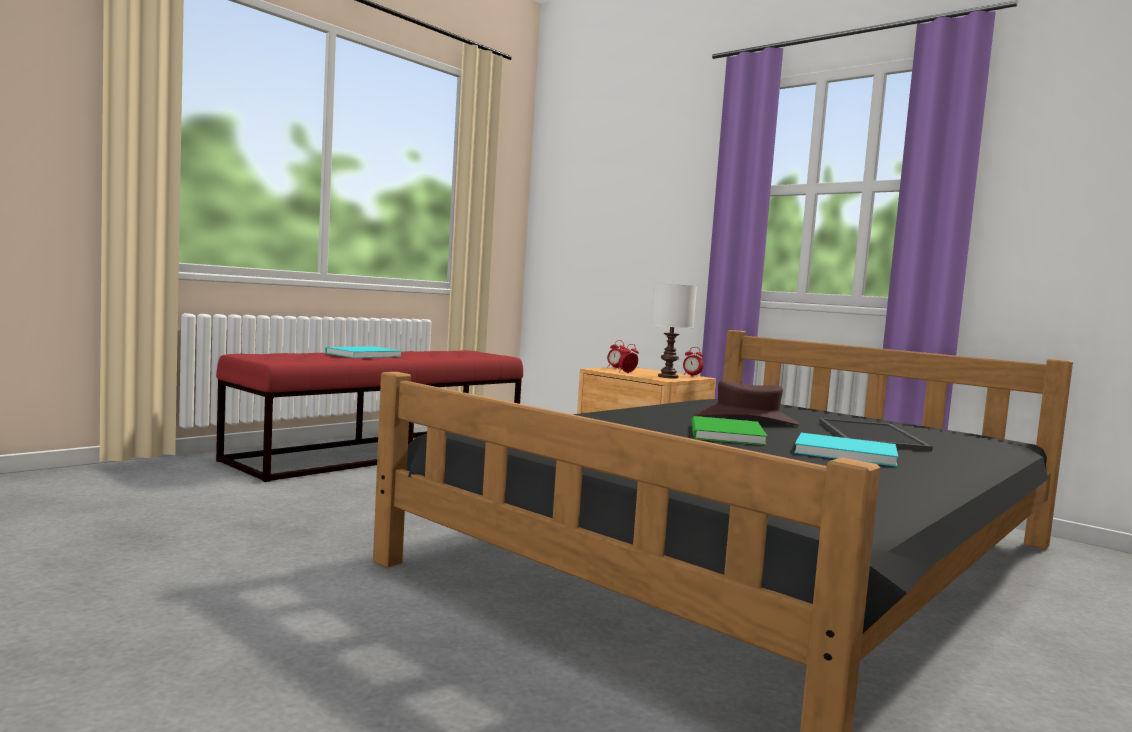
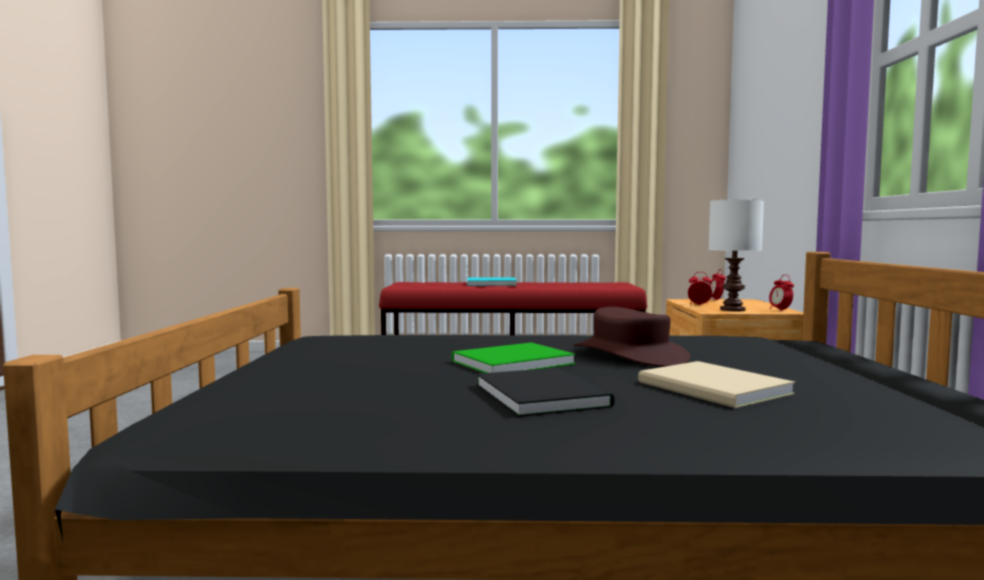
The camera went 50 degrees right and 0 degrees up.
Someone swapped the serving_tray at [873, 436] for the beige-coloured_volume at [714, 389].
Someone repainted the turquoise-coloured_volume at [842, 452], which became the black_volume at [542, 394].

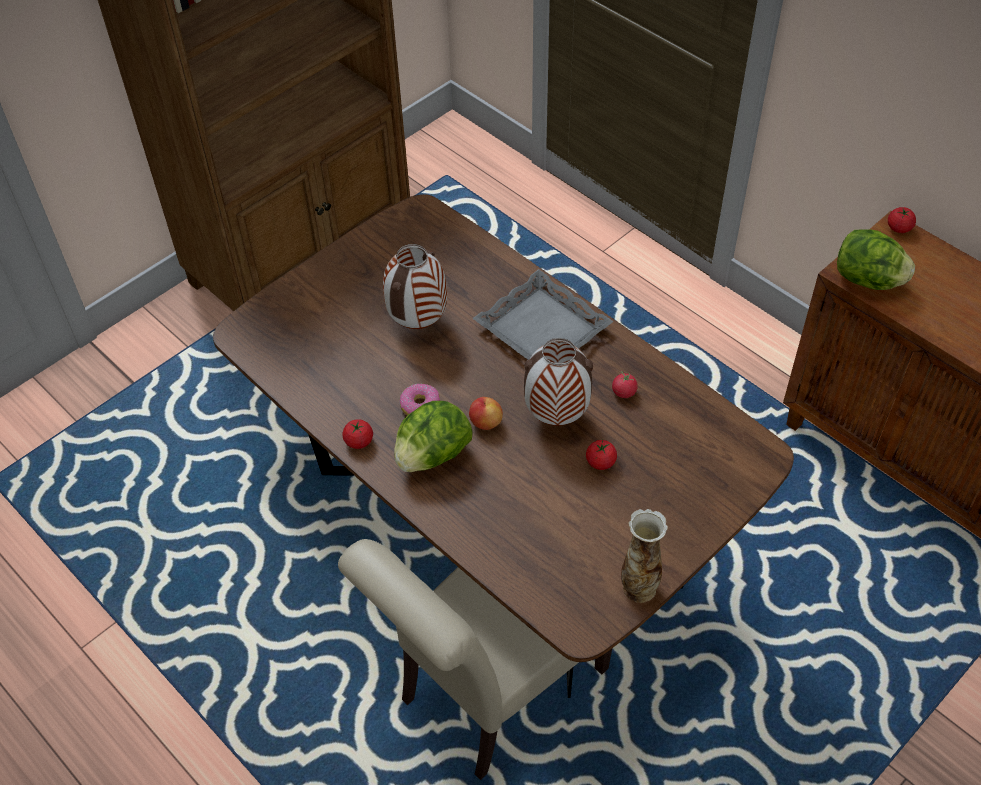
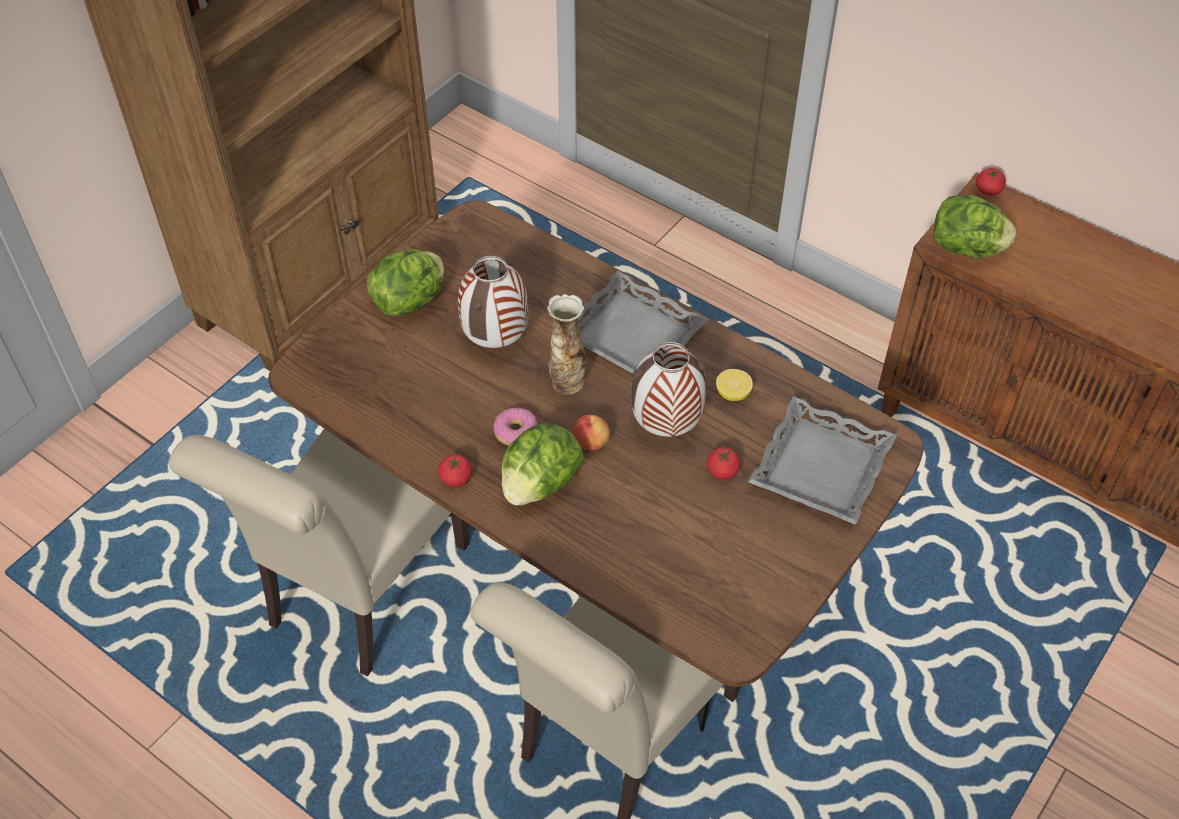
The camera went 10 degrees left and 0 degrees up.
Someone swapped the tomato at [624, 392] for the lemon at [733, 393].
Someone carried the vase from [639, 586] to [567, 381].
Someone put down the lettuce_head at [410, 301].
Someone put down the greyish_serving_tray at [820, 467].
Someone put down the beige-coloured_chair at [360, 594].

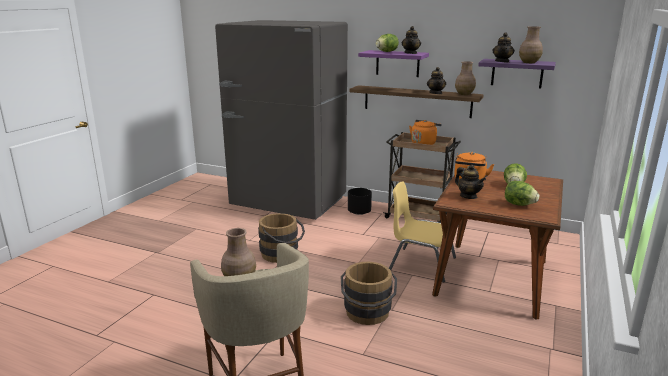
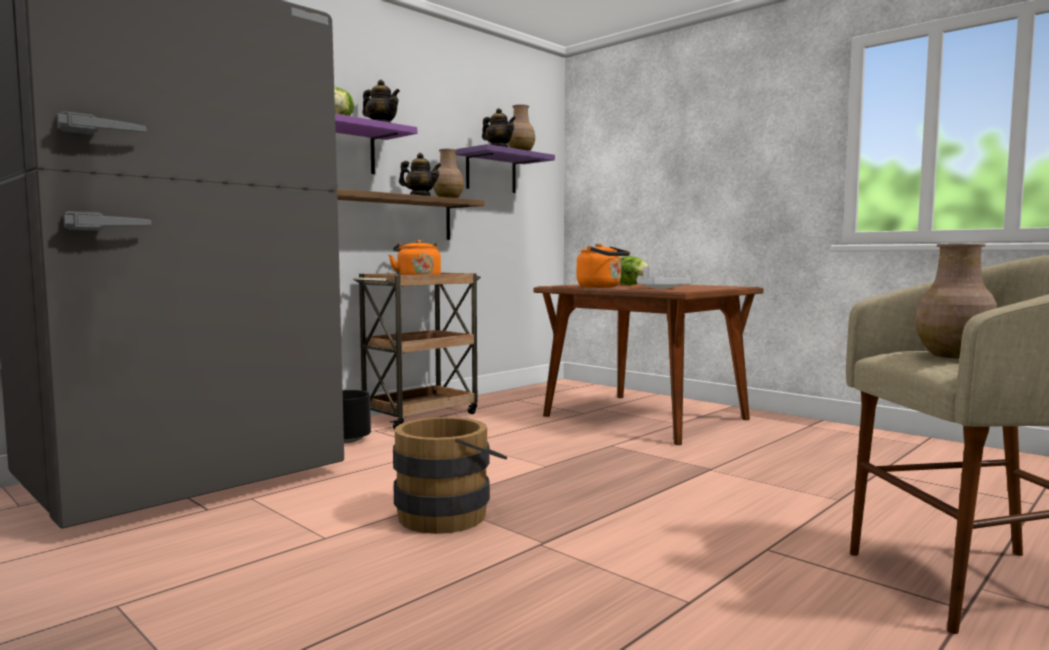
The camera went 70 degrees left and 15 degrees down.
Someone swapped the tea_pot at [468, 196] for the greyish_serving_tray at [659, 289].
Someone took away the yellowish_chair at [421, 263].
Someone took away the lettuce_head at [519, 204].
Someone took away the brownish_water_bucket at [367, 314].

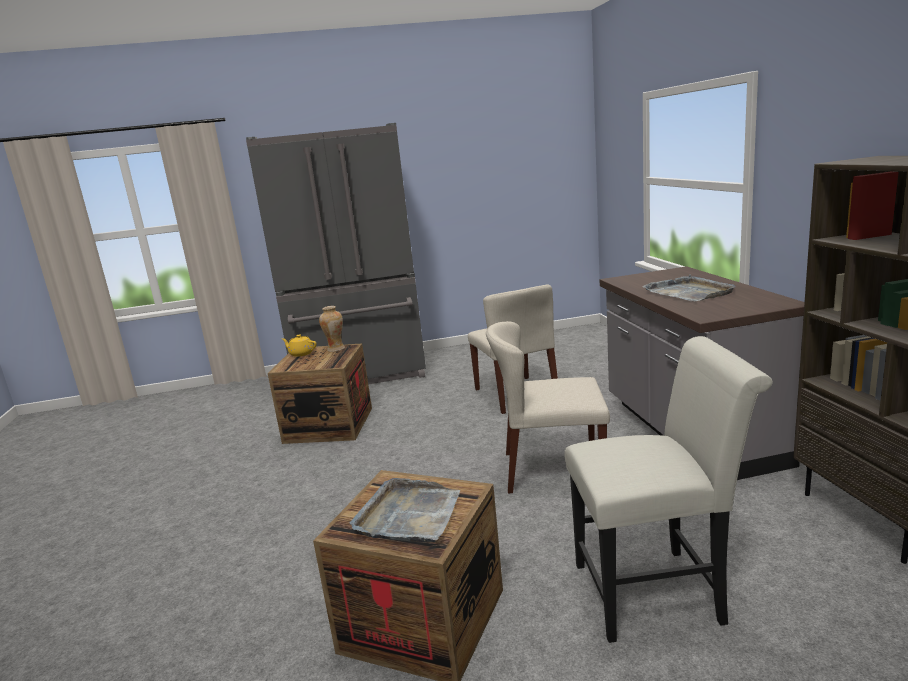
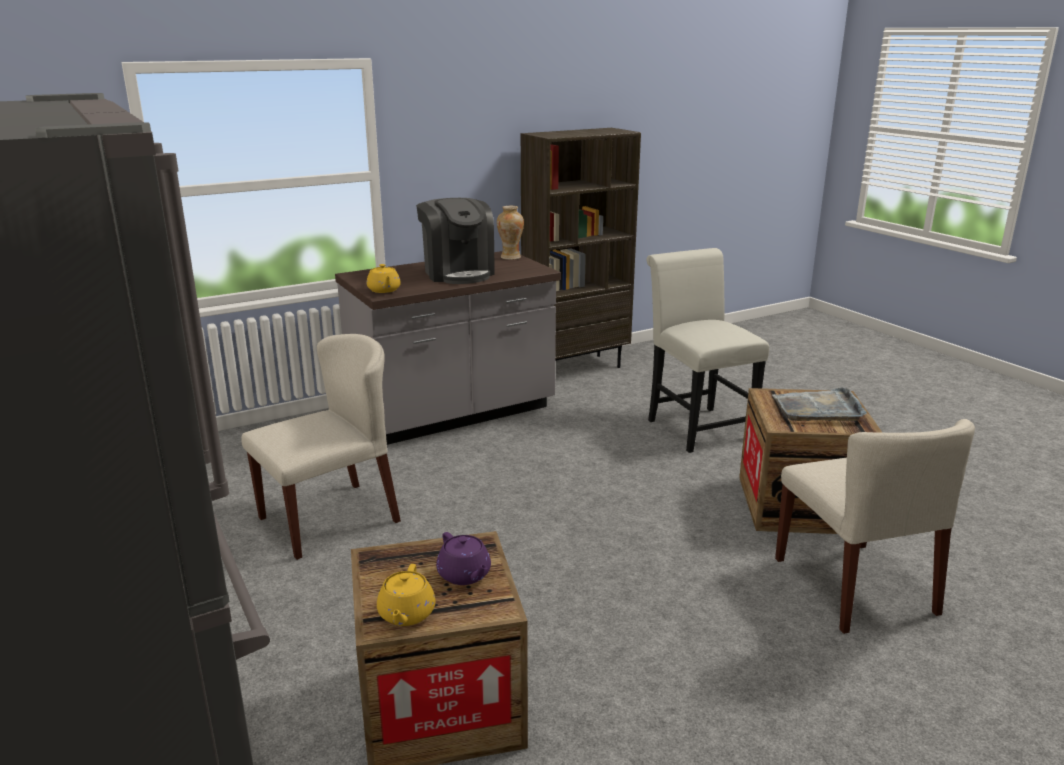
The camera went 110 degrees left and 5 degrees up.
Someone swapped the greyish_serving_tray at [689, 292] for the coffee_machine at [458, 273].
Someone carried the vase from [335, 349] to [510, 257].
Someone carried the beige-coloured_chair from [552, 469] to [855, 586].
Someone put down the yellowish_tea_pot at [384, 290].
Someone put down the purple_tea_pot at [464, 575].

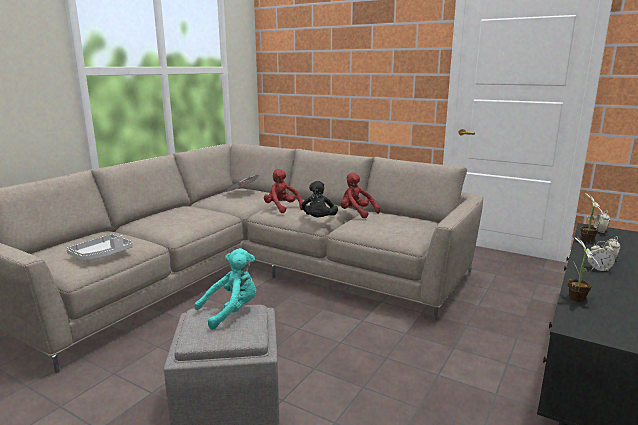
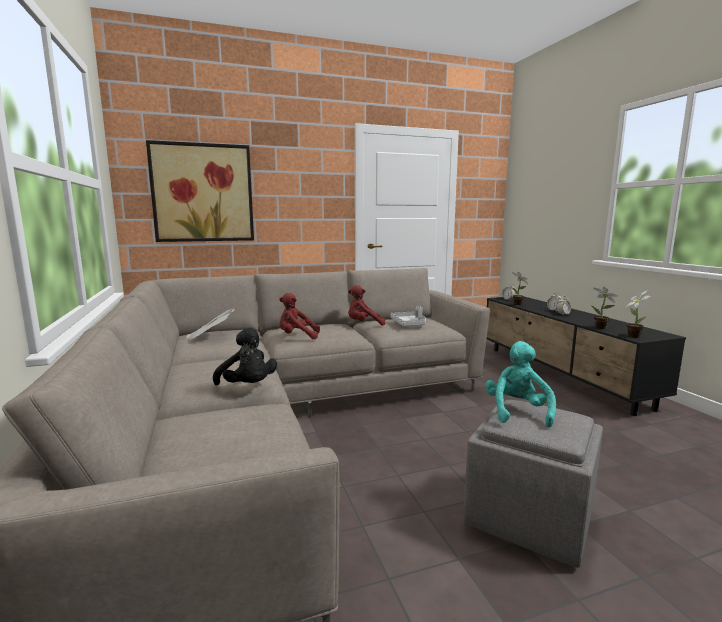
The camera went 50 degrees left and 5 degrees down.
Someone carried the black_plush_toy from [319, 220] to [248, 387].
Someone carried the greyish_serving_tray from [101, 254] to [409, 324].
Someone put up the picture at [203, 193].
Someone put down the houseplant at [633, 336].

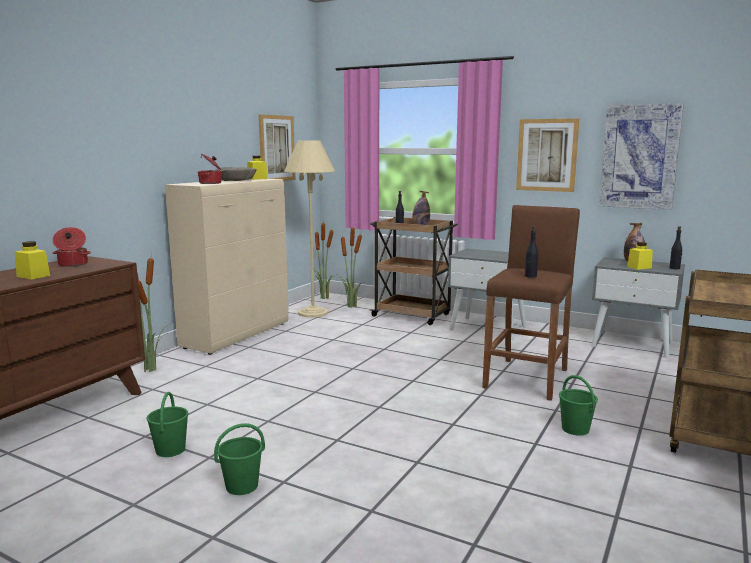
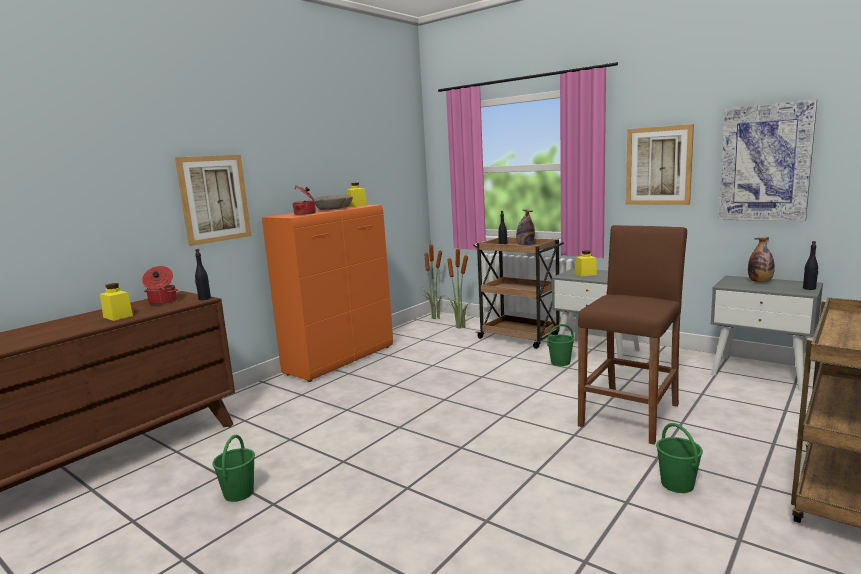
The camera went 10 degrees right and 0 degrees up.
Someone carried the picture from [277, 148] to [214, 199].
Someone took away the beige-coloured_floor_lamp at [313, 313].
Someone repainted the beige-coloured_storage_cabinet at [237, 335], which became the orangey_storage_cabinet at [341, 360].
Someone carried the black_bottle from [530, 276] to [204, 298].
Someone carried the yellowish_preserve_jar from [639, 267] to [586, 274].
Someone took away the houseplant at [152, 369].
Someone carried the green_water_bucket from [242, 486] to [560, 362].

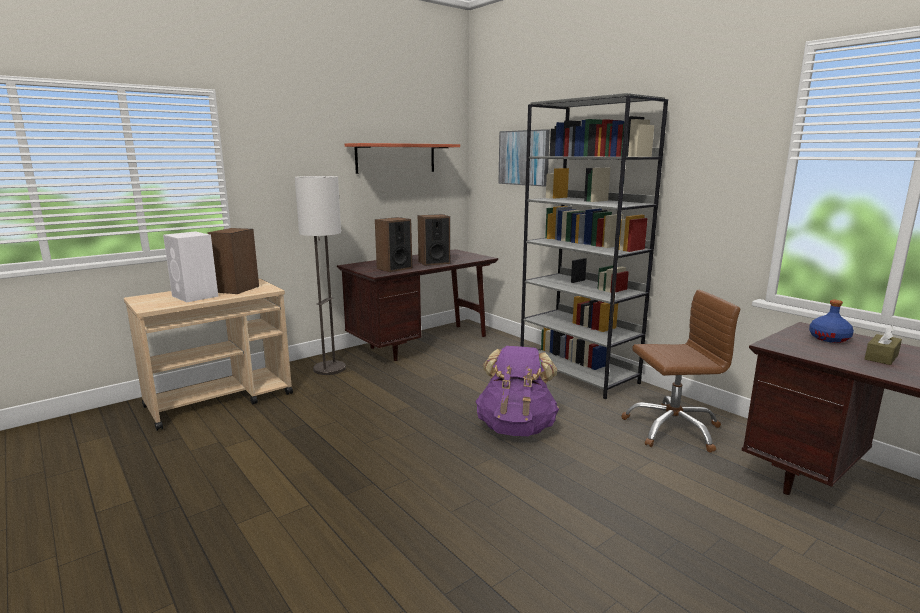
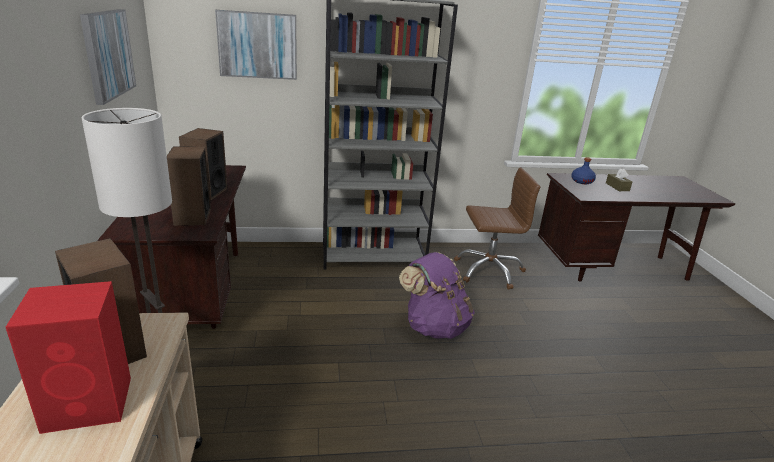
The camera went 60 degrees left and 10 degrees up.
Someone swapped the wall_shelf at [396, 158] for the picture at [108, 54].
Someone repainted the white-coloured_loudspeaker at [195, 296], which became the red_loudspeaker at [90, 403].
Someone rotated the brownish_computer_chair at [672, 429] by 60 degrees clockwise.

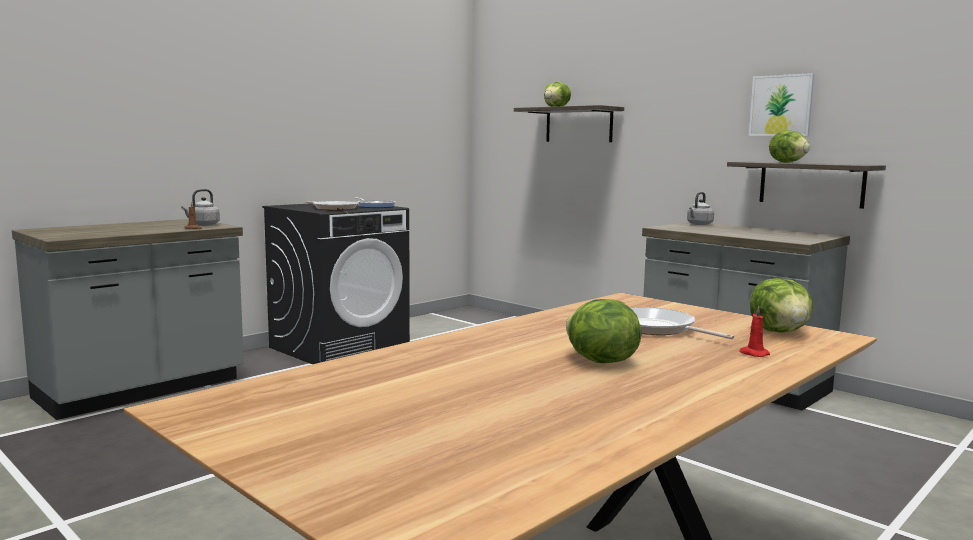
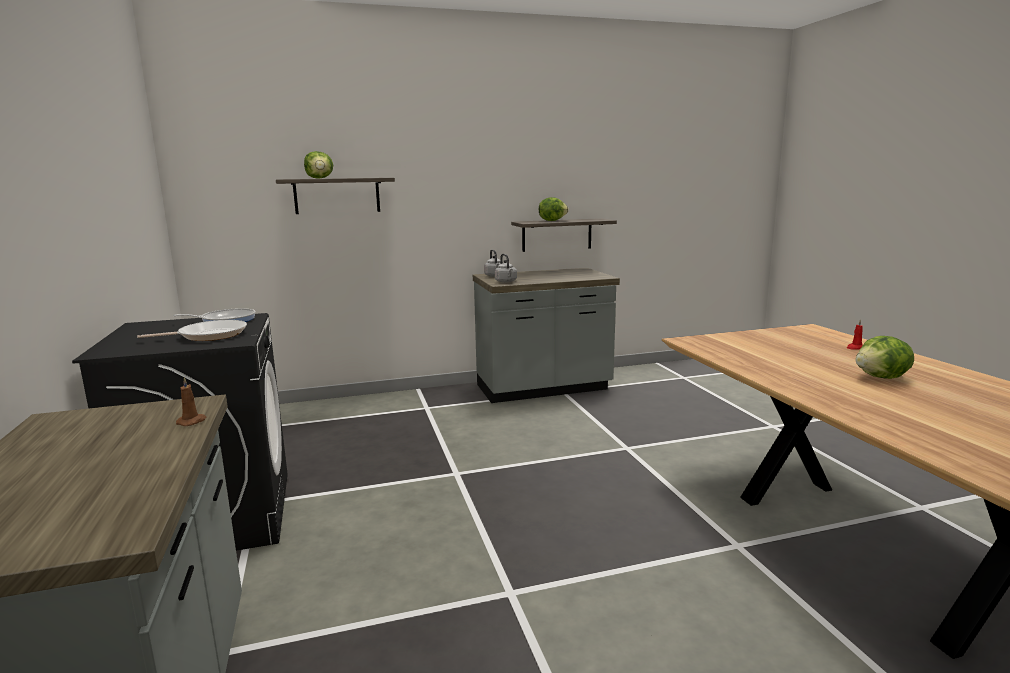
The camera went 60 degrees left and 5 degrees up.
Someone took away the picture at [781, 105].
Someone carried the greyish_kettle from [203, 225] to [506, 281].
Someone took away the lettuce_head at [780, 332].
Someone took away the skillet at [656, 328].

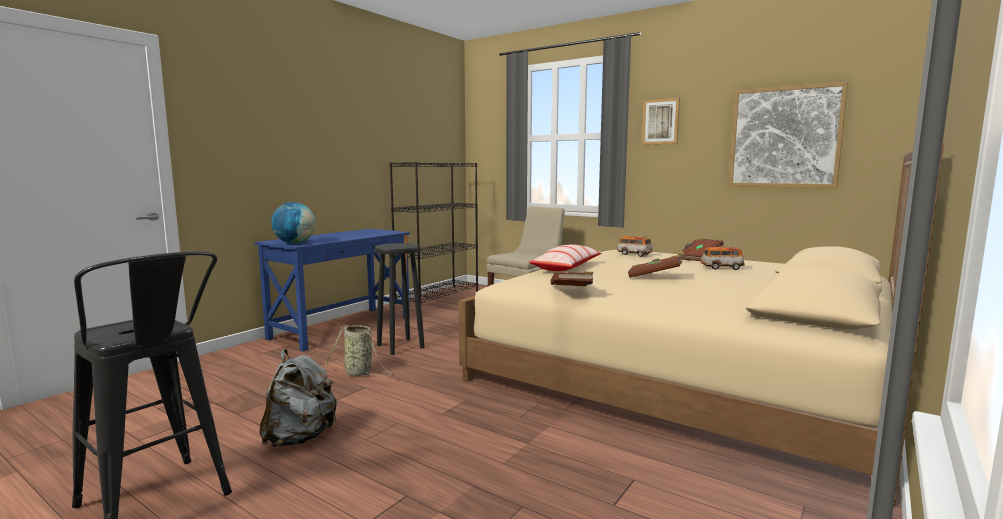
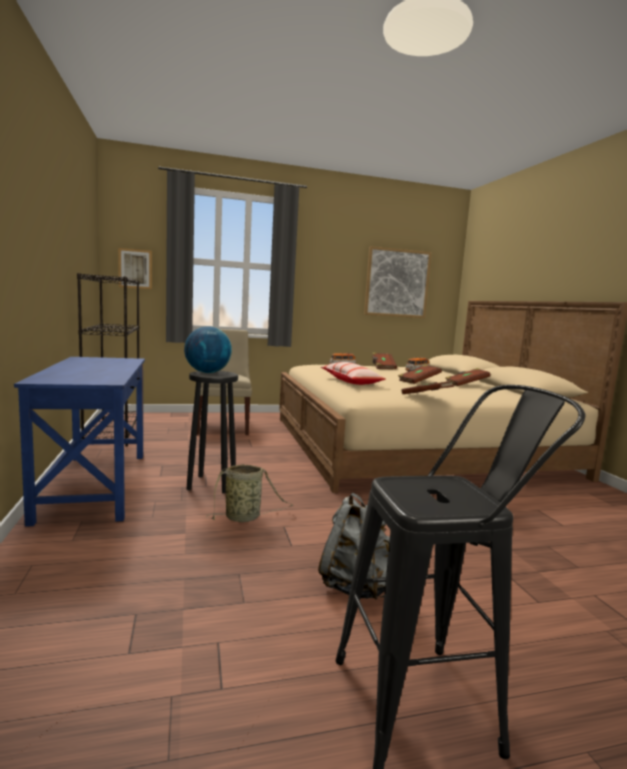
The camera went 50 degrees left and 0 degrees up.
Someone carried the picture from [660, 121] to [135, 269].
Someone carried the desk_globe from [295, 243] to [207, 372].
Someone put down the brownish_volume at [466, 385].

